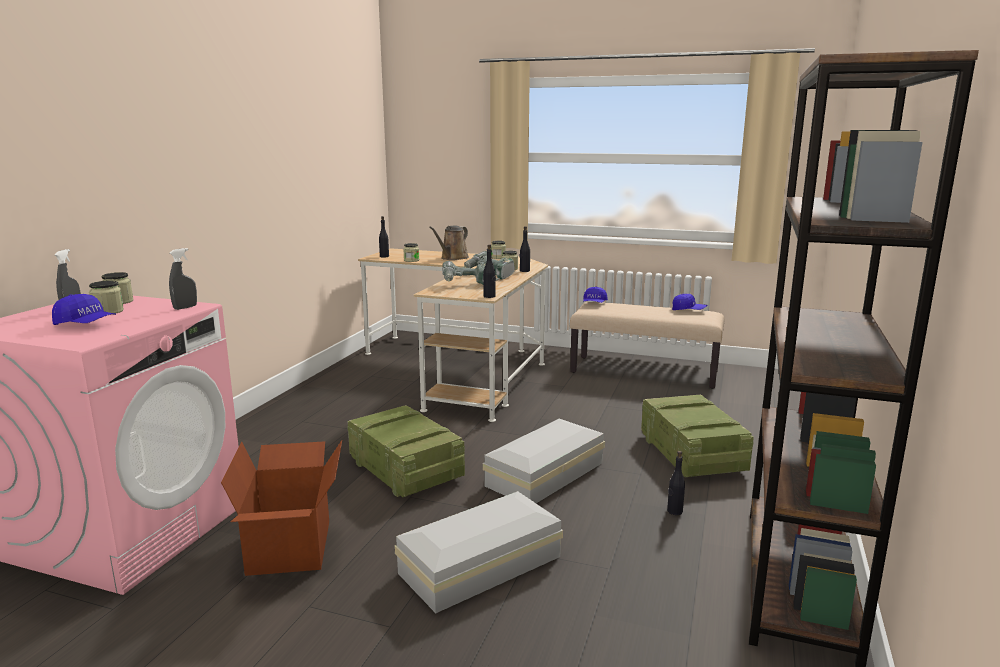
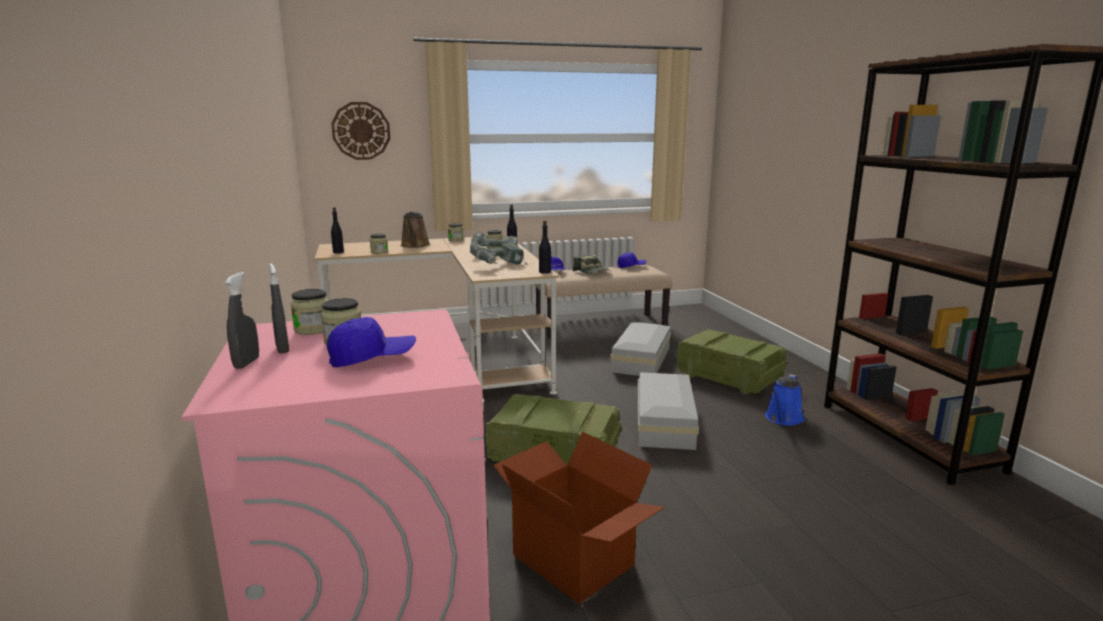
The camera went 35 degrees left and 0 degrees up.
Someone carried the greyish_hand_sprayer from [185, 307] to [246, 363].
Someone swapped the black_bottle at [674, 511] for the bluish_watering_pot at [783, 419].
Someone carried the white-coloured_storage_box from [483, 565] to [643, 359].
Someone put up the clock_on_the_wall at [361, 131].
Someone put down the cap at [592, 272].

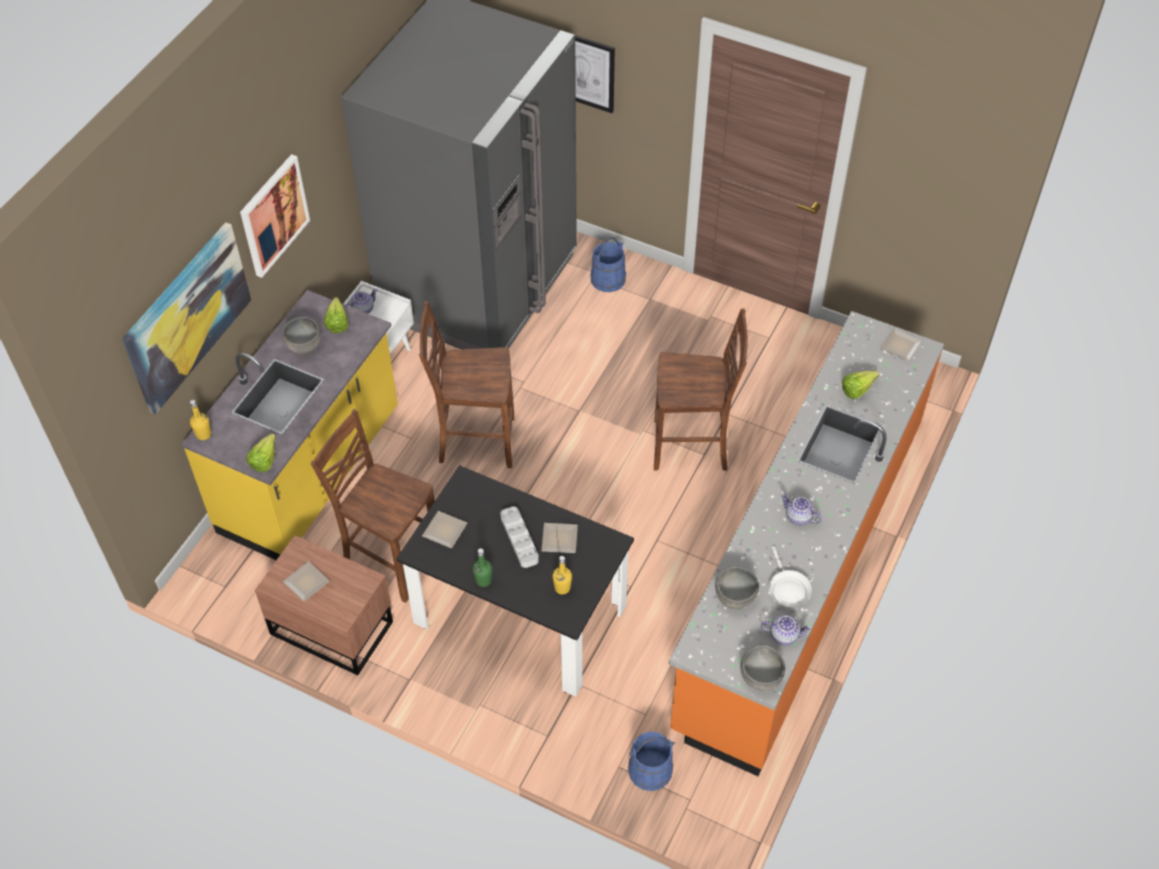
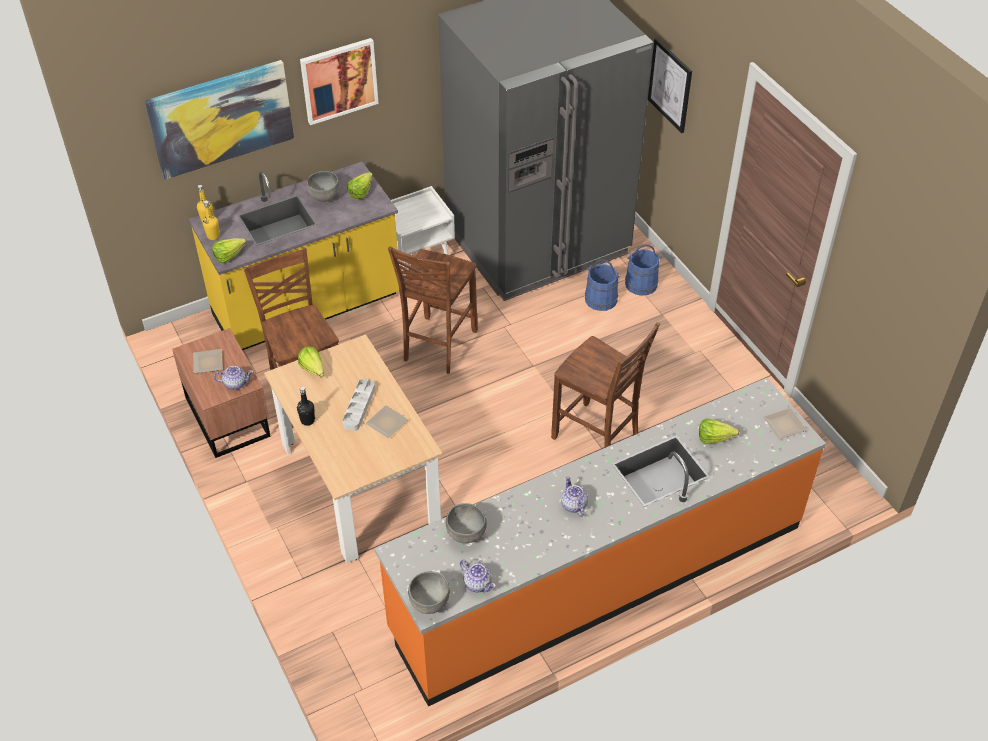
The camera went 35 degrees right and 5 degrees down.
Someone carried the tea_pot from [362, 309] to [235, 383].
Someone rotated the brownish_chair at [474, 441] by 105 degrees counterclockwise.
Someone repainted the black_dinner_table at [520, 615], which became the beige-coloured_dinner_table at [360, 483].
Someone swapped the flat_dish at [444, 529] for the lettuce_head at [314, 371].
Someone took away the white-coloured_skillet at [787, 589].
Someone repainted the green_bottle at [483, 580], which became the black_bottle at [307, 420].
Someone carried the yellowish_bottle from [562, 588] to [213, 236].
Someone carried the bluish_water_bucket from [650, 769] to [601, 299].

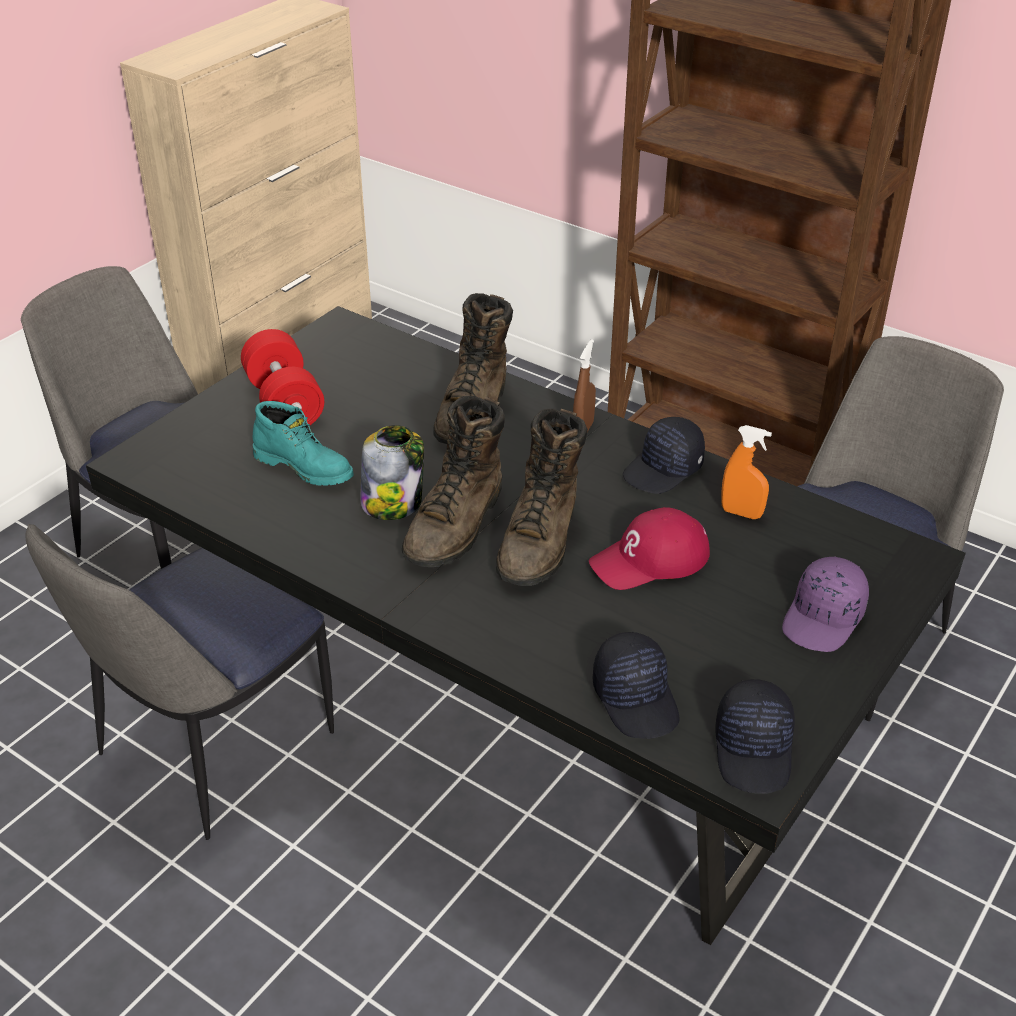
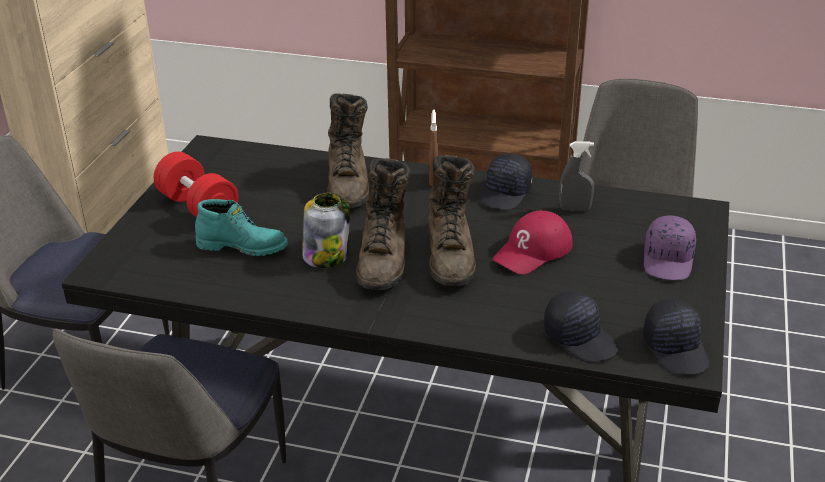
The camera went 20 degrees left and 5 degrees down.
Someone repainted the orangey_hand_sprayer at [741, 513], which became the greyish_hand_sprayer at [574, 209].

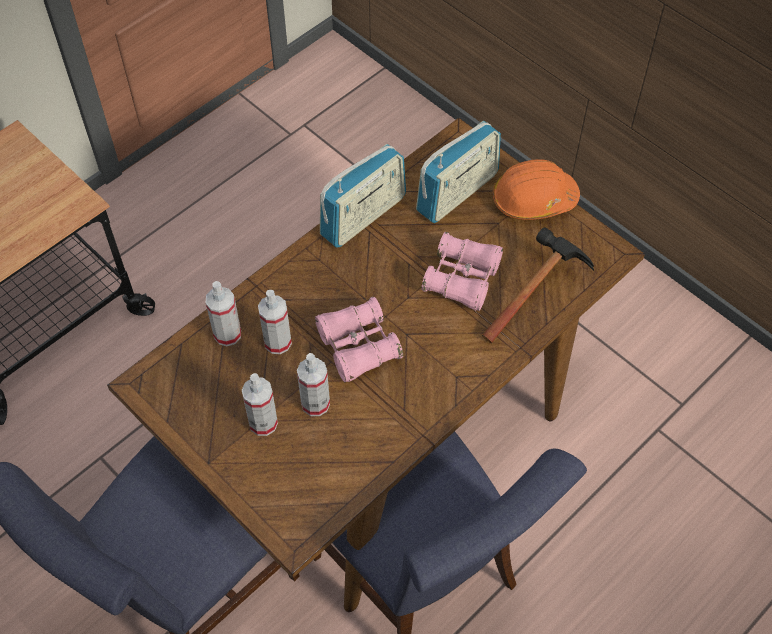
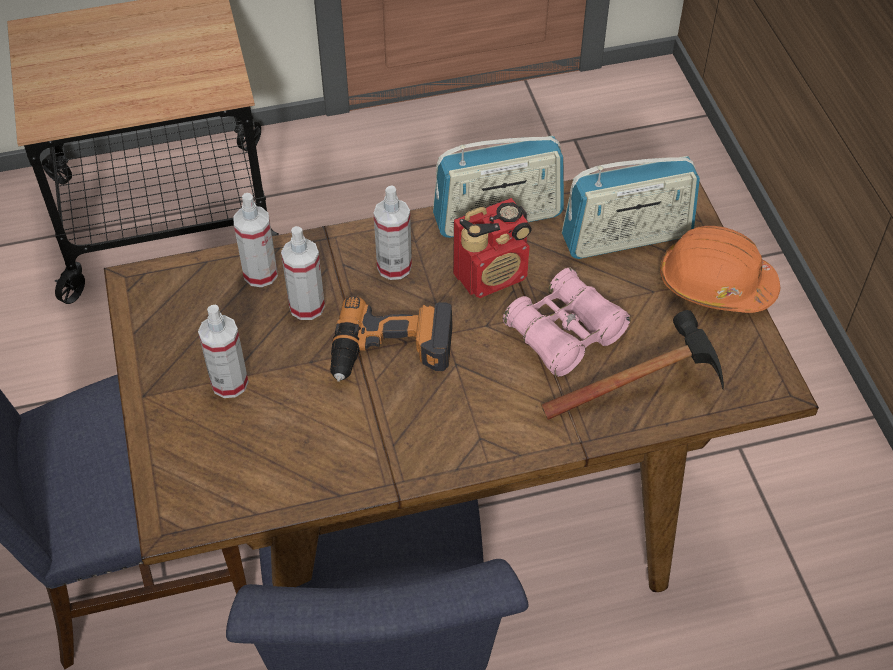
The camera went 30 degrees right and 5 degrees down.
Someone swapped the pink_field_glasses at [358, 346] for the drill at [391, 352].
Someone carried the hand_sprayer from [315, 404] to [394, 267].
Someone put down the radio_receiver at [492, 275].

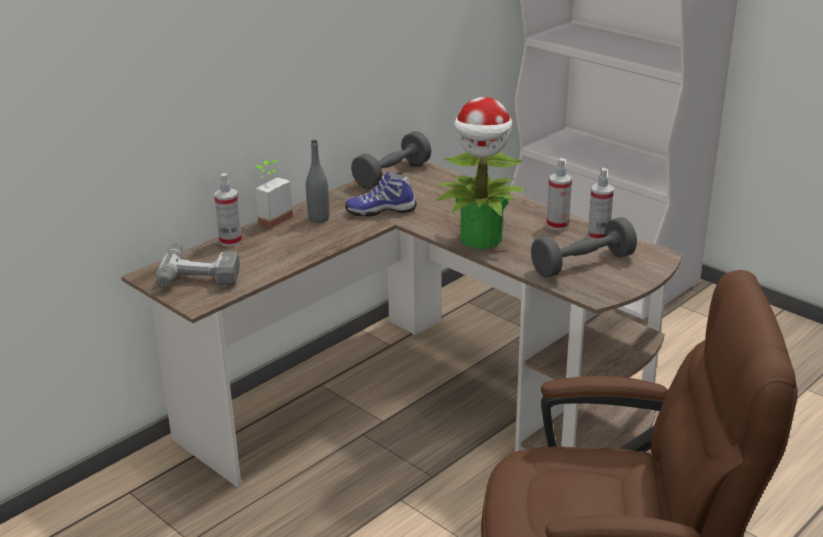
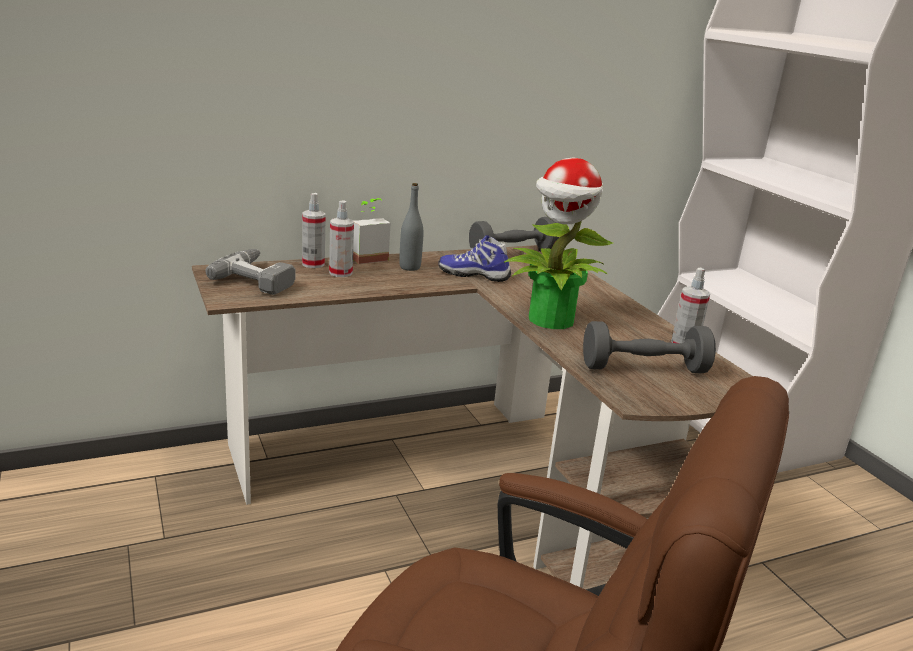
The camera went 20 degrees right and 5 degrees down.
Someone carried the hand_sprayer from [557, 225] to [340, 273].

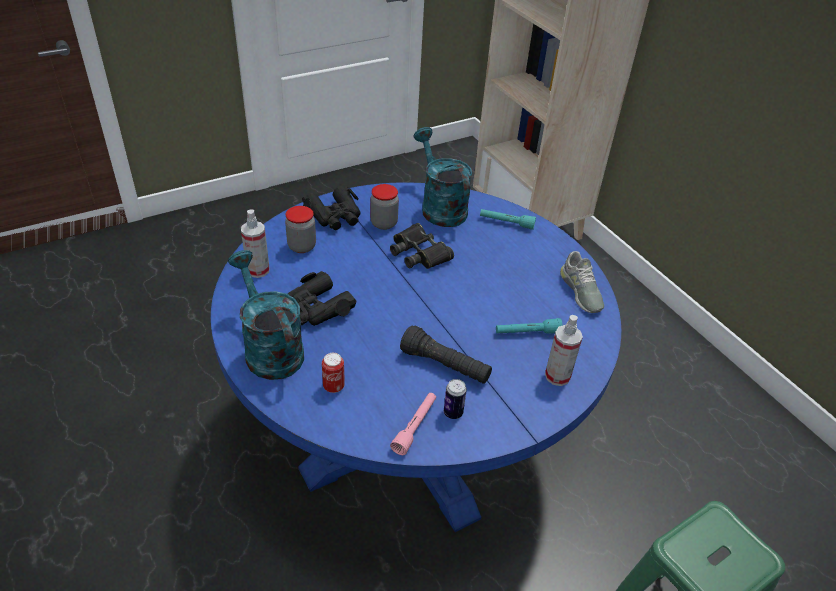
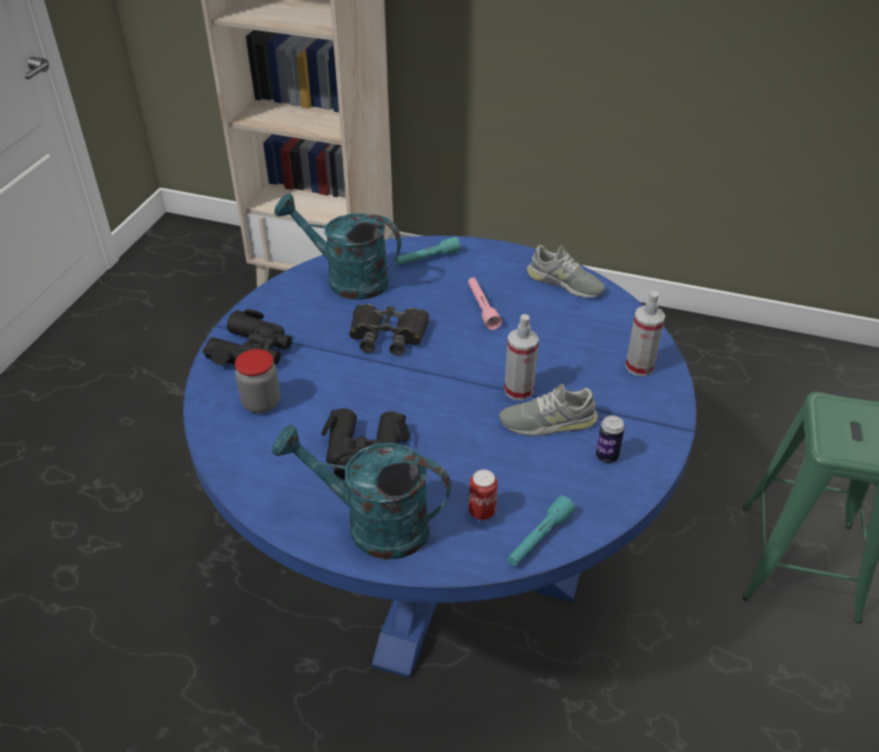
The camera went 40 degrees left and 0 degrees up.
Someone took away the preserve_jar at [384, 223].
Someone carried the hand_sprayer from [258, 270] to [518, 390].
Someone carried the turquoise-coloured_hand_torch from [527, 333] to [539, 538].
Someone swapped the black_hand_torch at [445, 366] for the greyish_shoe at [548, 421].
Someone carried the pink_hand_torch from [415, 427] to [482, 308].

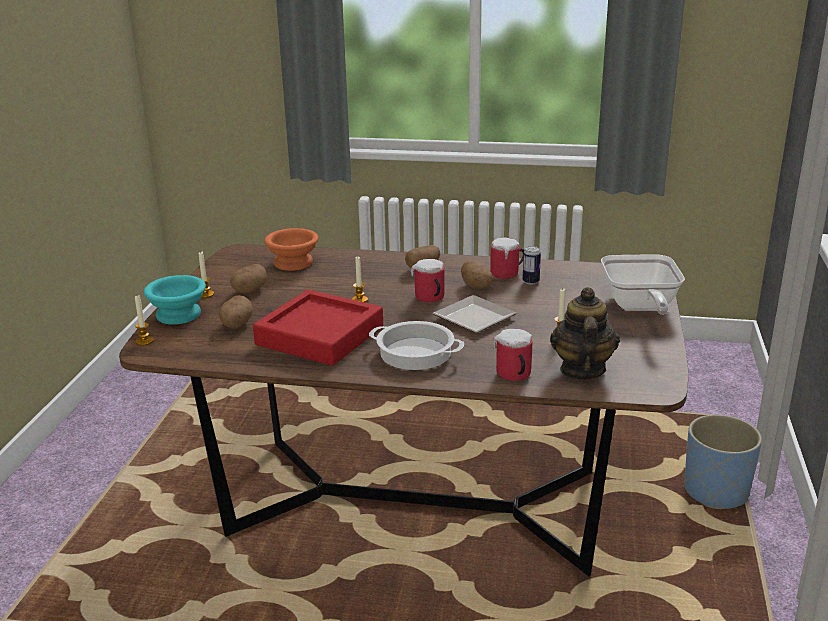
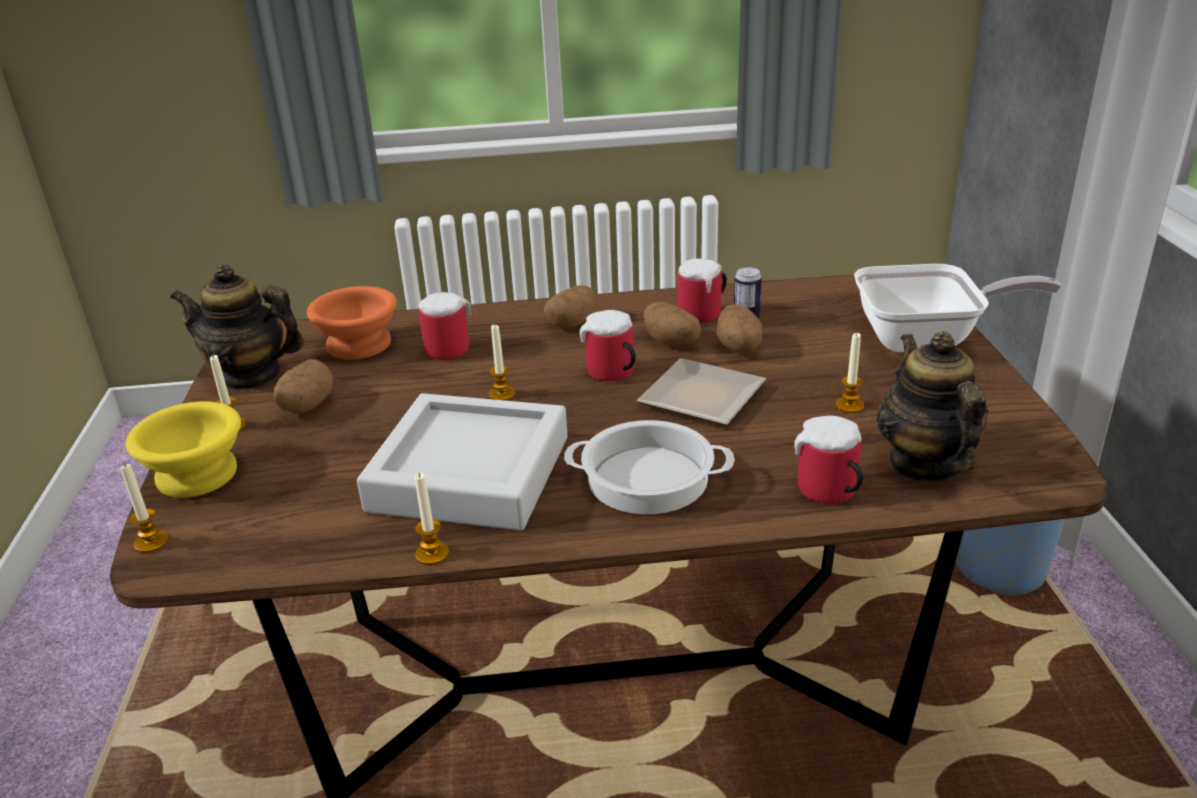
The camera went 15 degrees left and 5 degrees up.
Someone rotated the skillet at [639, 307] by 75 degrees counterclockwise.
Someone repainted the turquoise-coloured_deep_dish at [176, 315], which became the yellowish_deep_dish at [193, 476].
Someone repainted the red_serving_tray at [320, 335], which became the greyish_serving_tray at [470, 473].
Someone carried the potato from [236, 325] to [739, 348].
Someone put down the tea_pot at [250, 376].
Someone put down the mug at [447, 347].
Someone put down the wax_light at [432, 554].

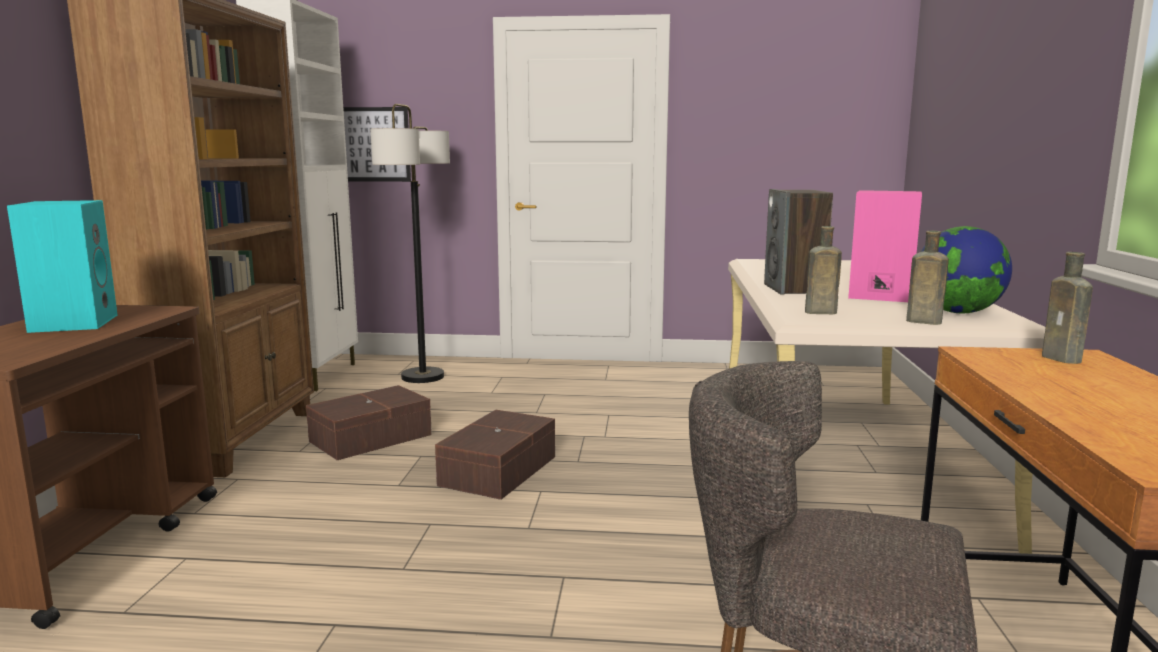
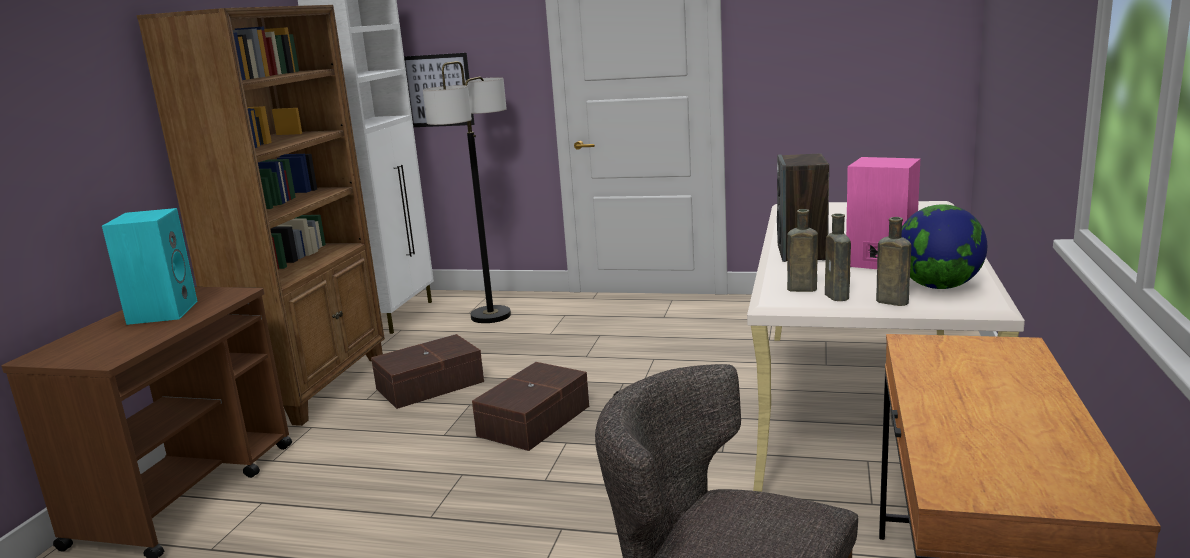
The camera went 10 degrees right and 5 degrees up.
Someone carried the brownish_bottle from [1063, 359] to [837, 297].

